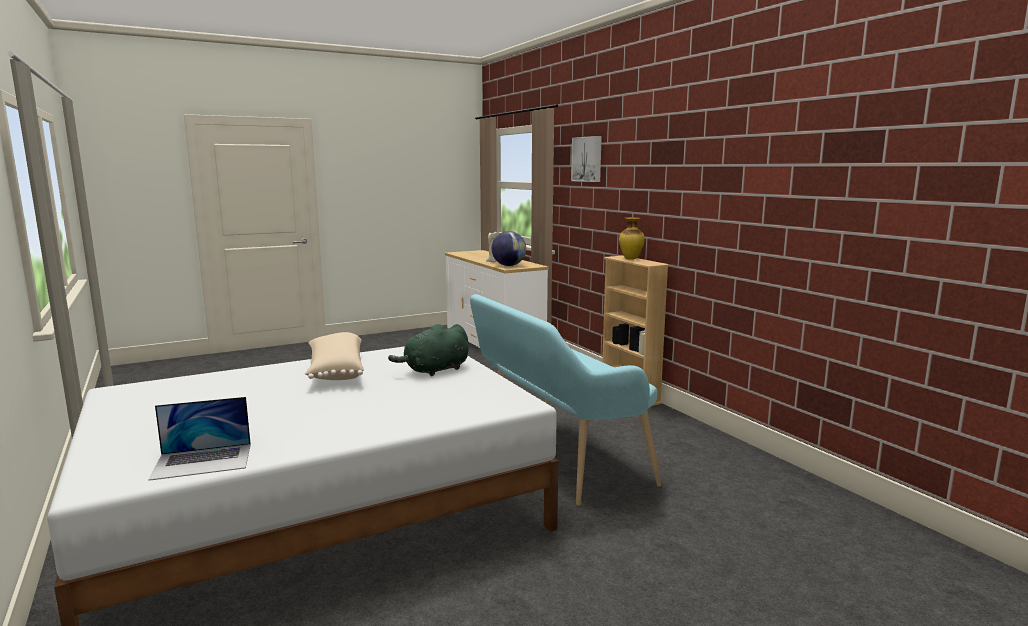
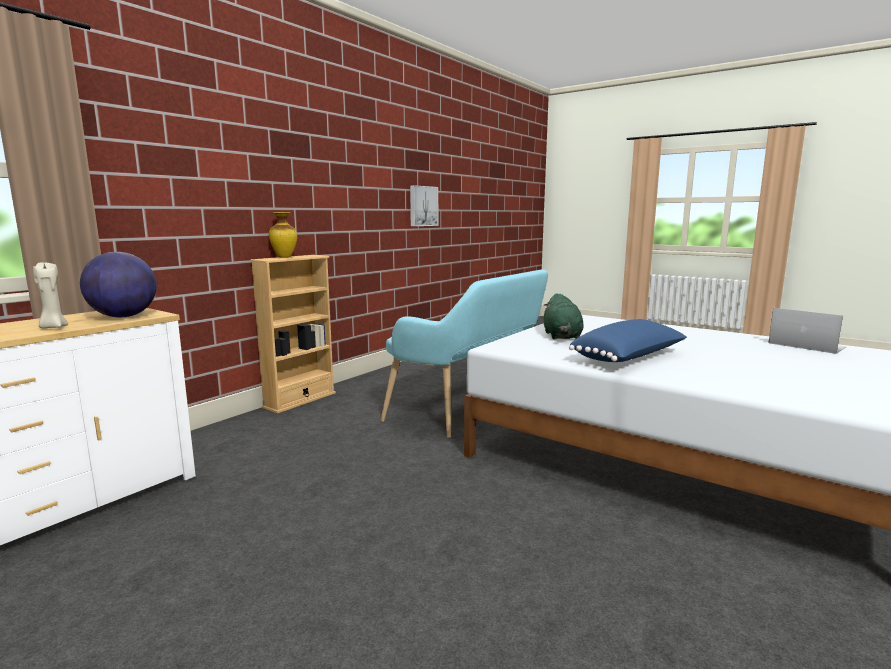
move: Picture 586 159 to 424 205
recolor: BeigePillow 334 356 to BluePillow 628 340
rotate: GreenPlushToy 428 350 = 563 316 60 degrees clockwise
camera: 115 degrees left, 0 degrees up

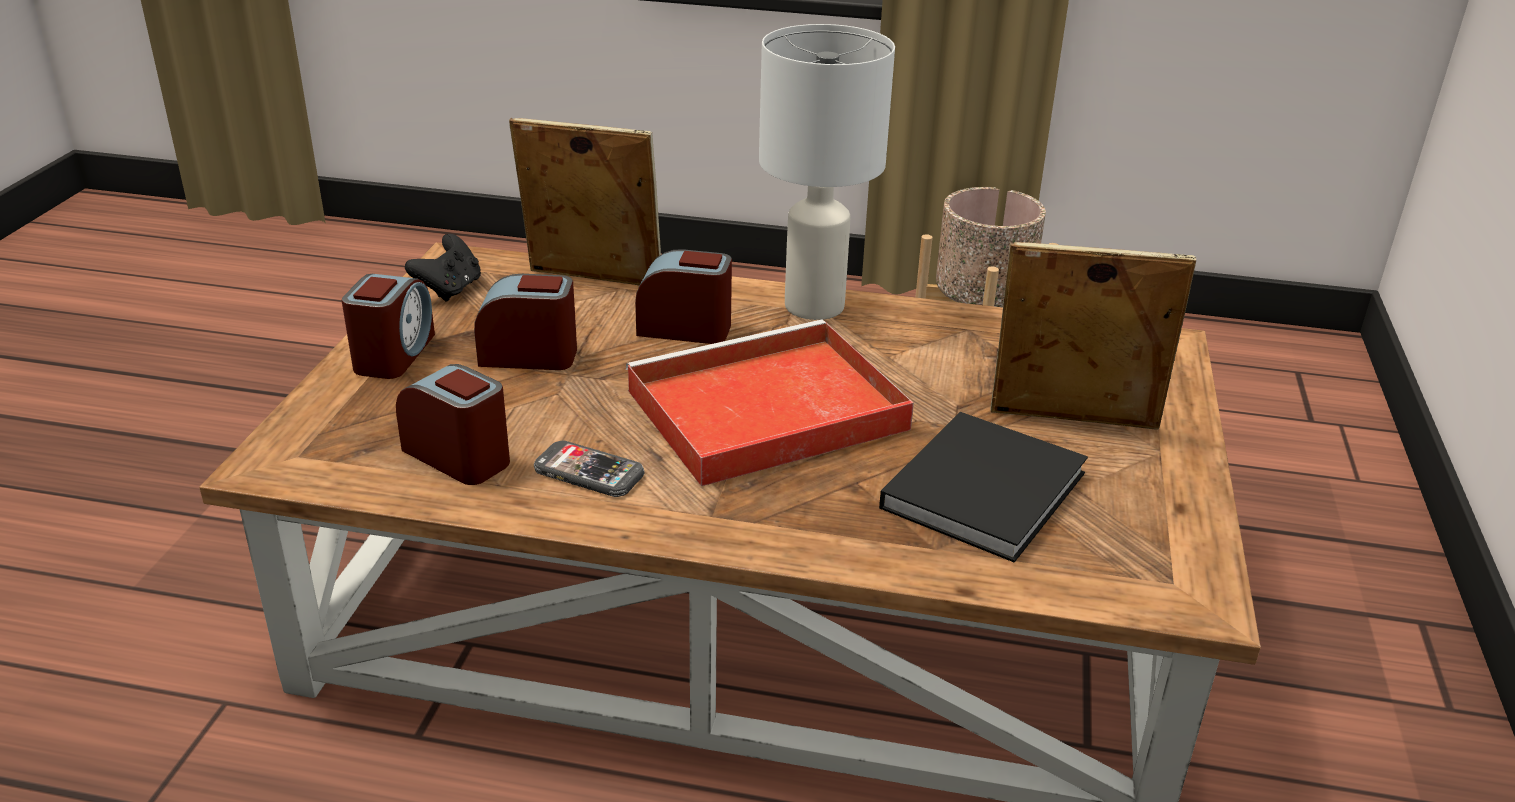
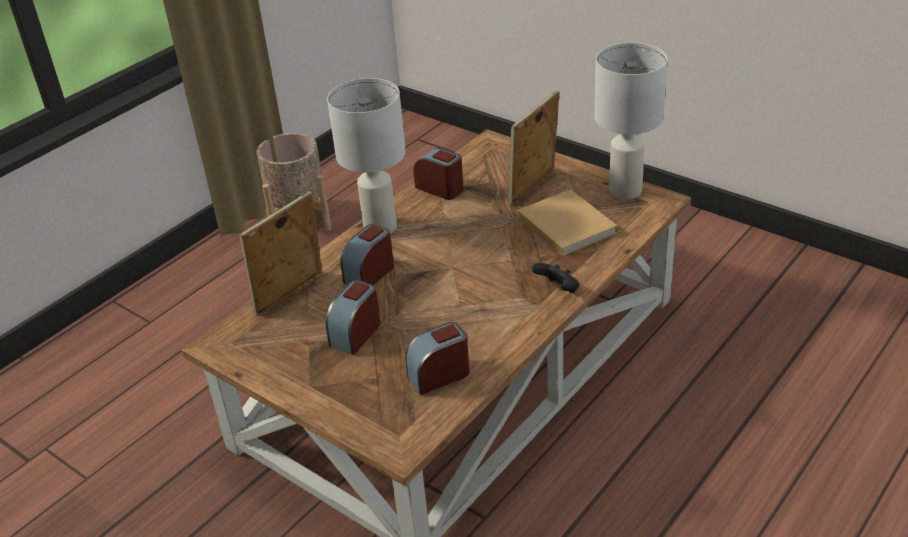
delete: Phone 589 469; RedTray 770 403
insert: WhiteTableLamp 631 121
move: AlarmClock 388 326 to 438 174; BlackGameController 443 267 to 555 278
recolor: BlackBook 983 487 to BeigeBook 567 222
camera: 60 degrees left, 5 degrees up

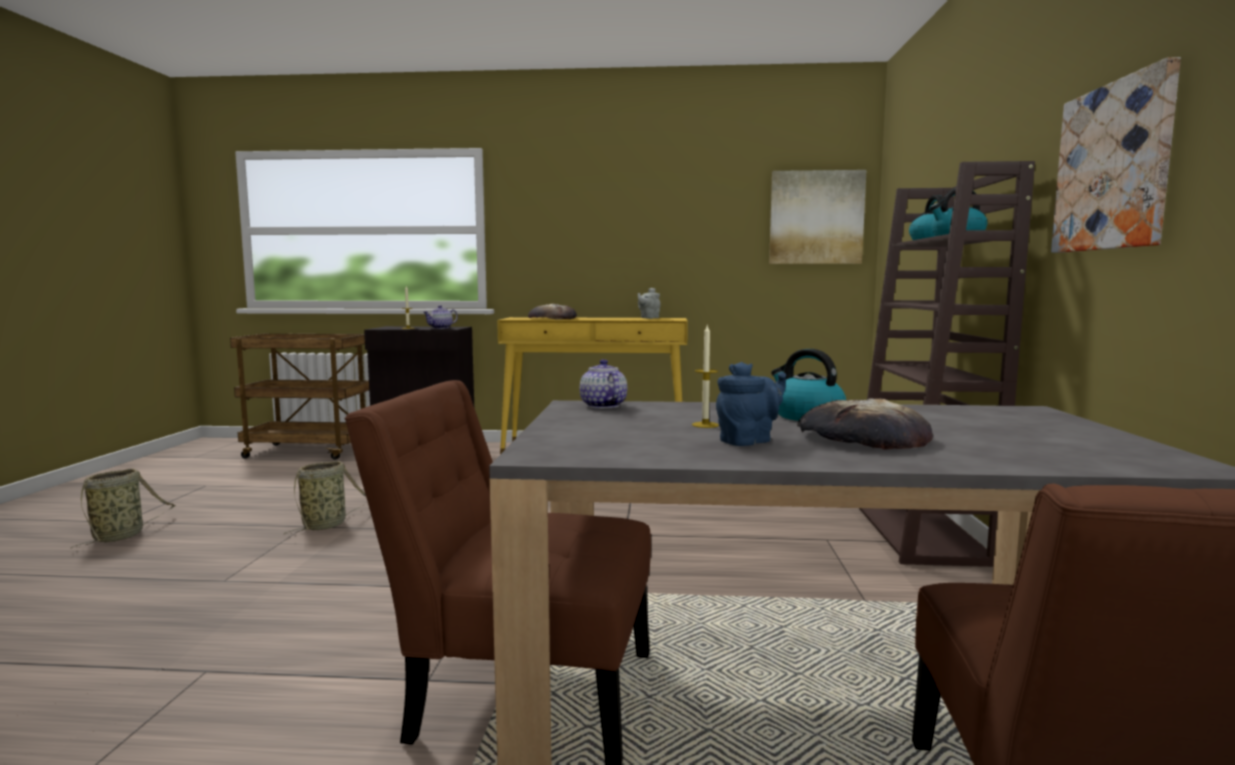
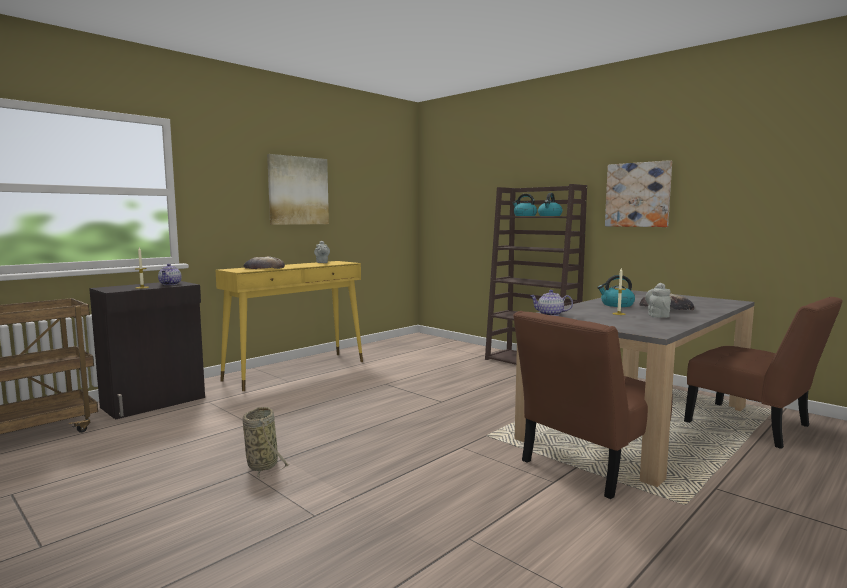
delete: Basket 123 509
move: Picture 817 217 to 298 189
recolor: BlueTeapot 751 404 to GreyTeapot 658 300
camera: 50 degrees left, 0 degrees up

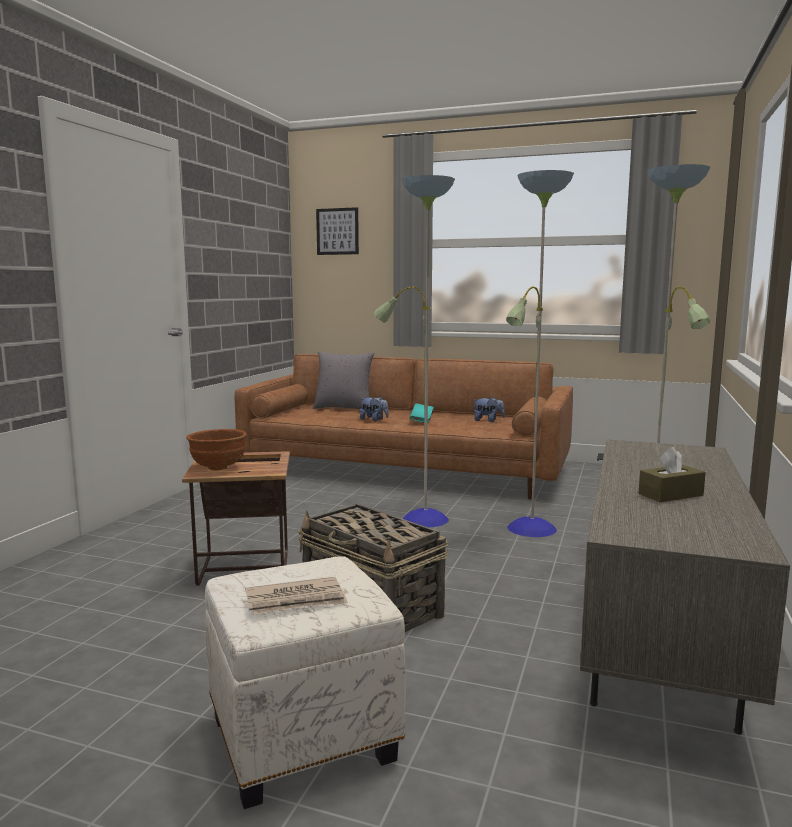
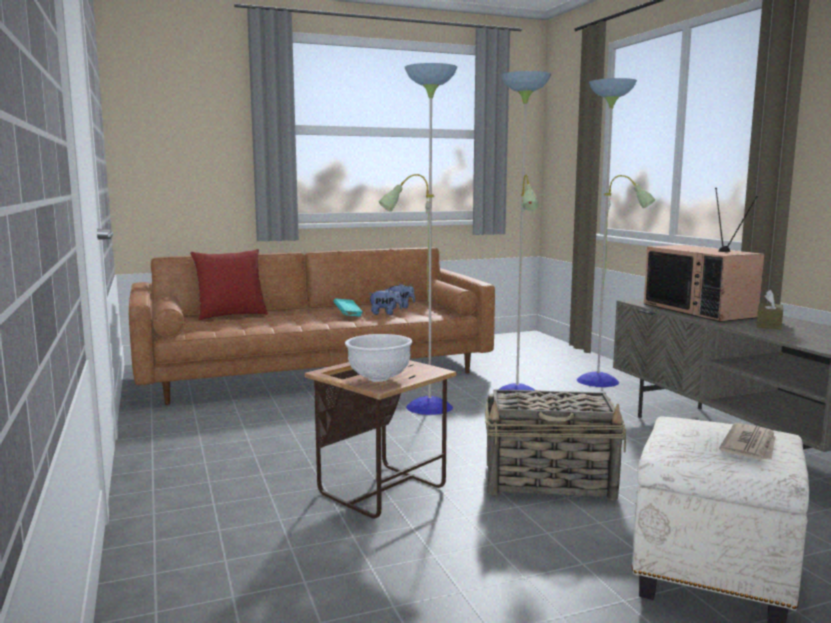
delete: Picture 337 231
insert: Television 704 255
move: PlushToy 374 409 to 385 302
recolor: GreyPillow 343 380 to RedPillow 229 284; BrownBowl 216 449 to WhiteBowl 378 358
camera: 40 degrees left, 0 degrees up

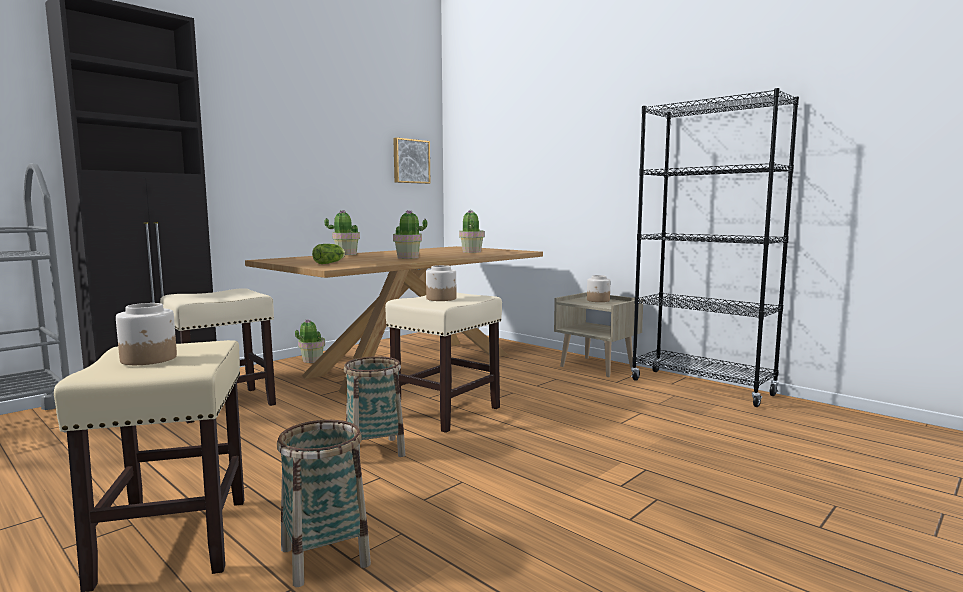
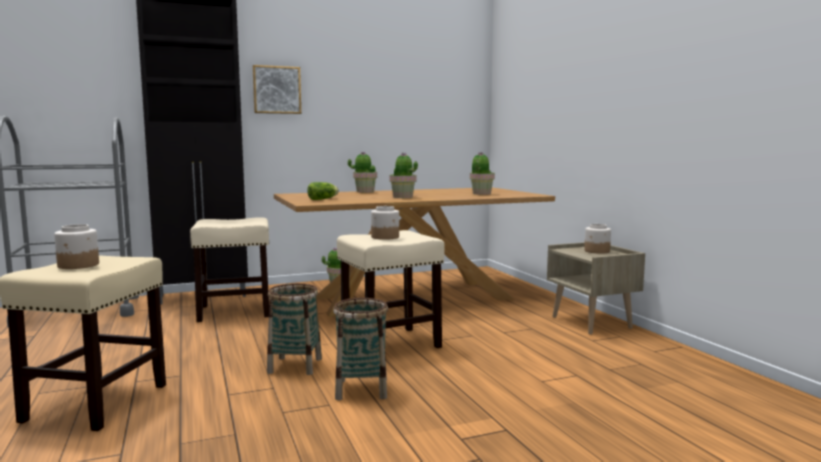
delete: BlackBookcase 715 247
move: Picture 411 161 to 276 89; Basket 324 503 to 360 349
camera: 25 degrees right, 0 degrees up

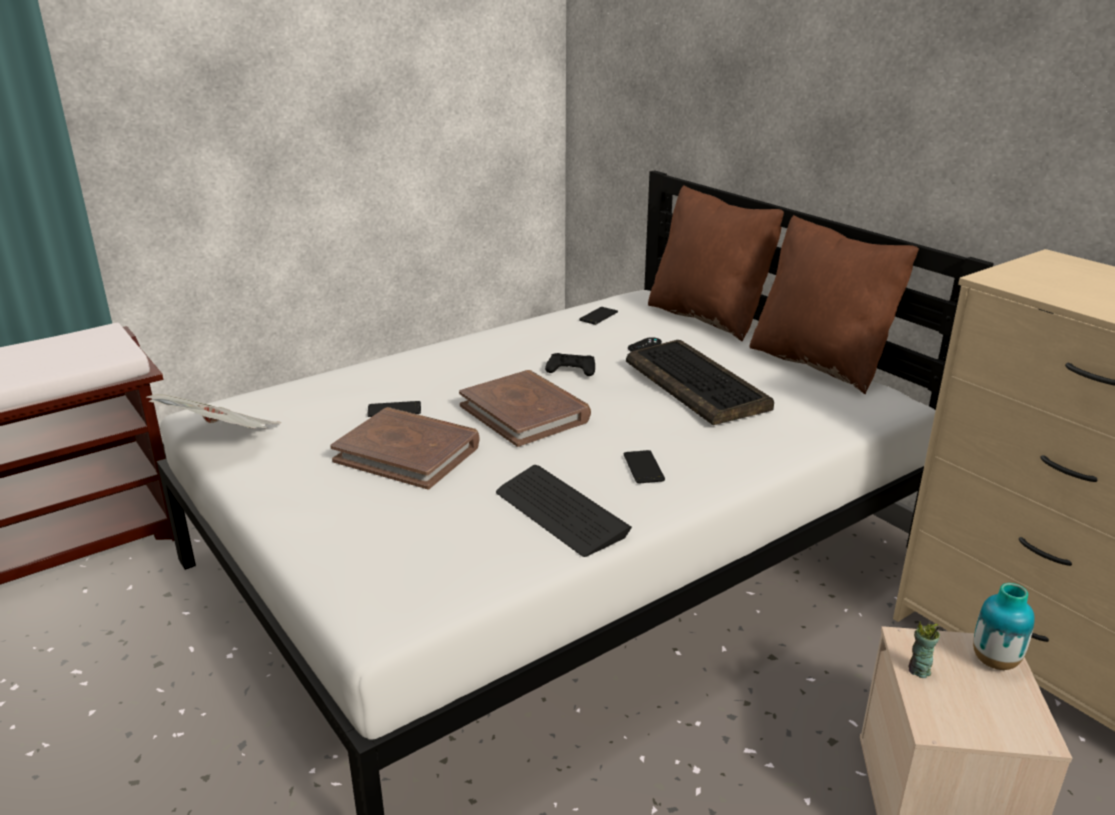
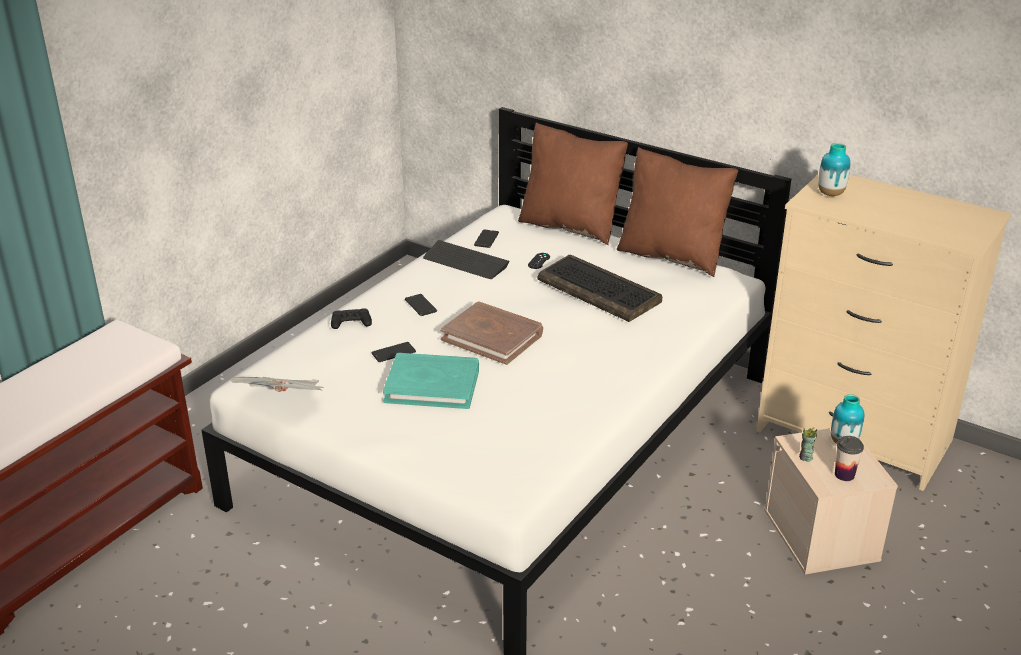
insert: Vase 834 169; Cup 849 458
move: BlackGameController 570 364 to 351 318; Phone 644 467 to 421 305; Keyboard 564 511 to 466 259
recolor: BrownBook 405 448 to TurquoiseBook 431 381
camera: 20 degrees left, 5 degrees up

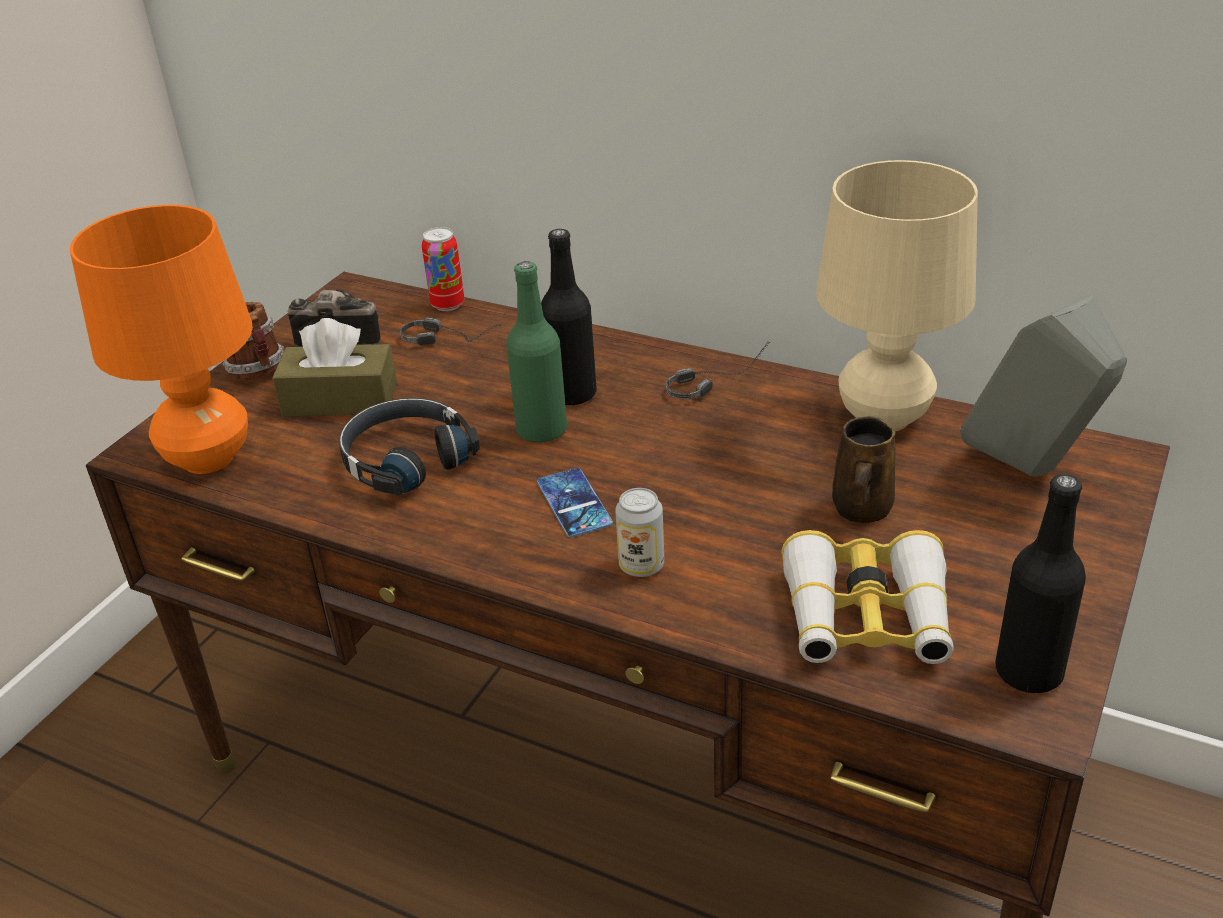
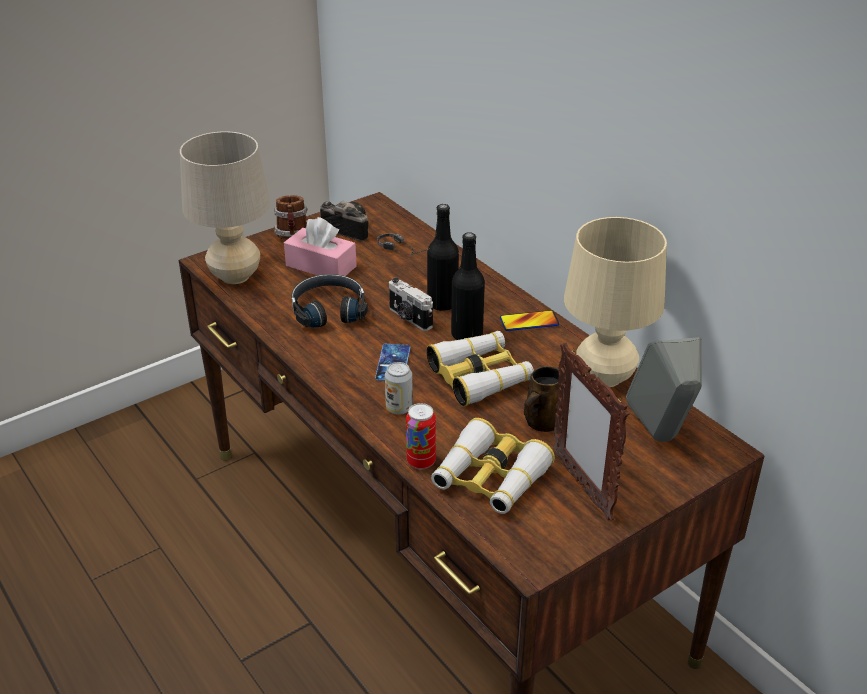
insert: Binoculars 480 369; PictureFrame 591 431
move: Can 443 269 to 421 436; BlackBottle 1040 583 to 468 286
replace: GreenBottle 536 352 to PhotoCamera 411 304; Headphones 718 370 to Phone 529 320
recolor: OrangeTableLamp 161 339 to BeigeTableLamp 225 208; BrownTissueBox 334 367 to PinkTissueBox 320 246
camera: 25 degrees right, 0 degrees up

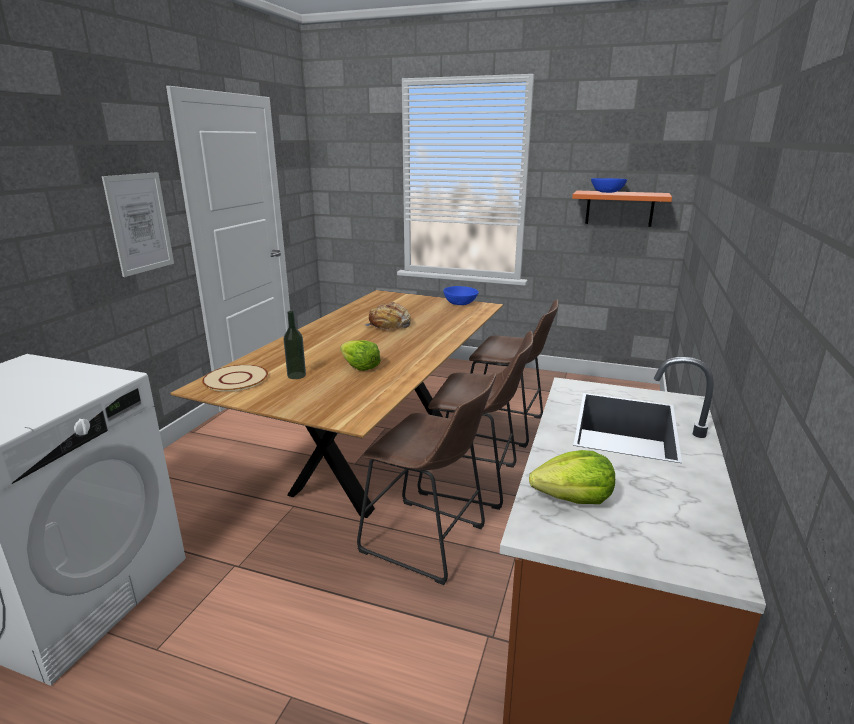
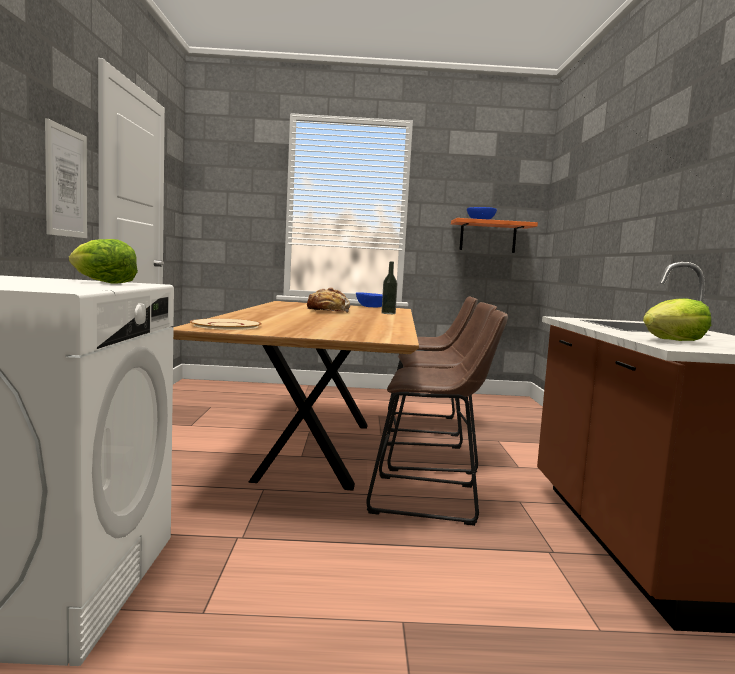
move: Lettuce 360 355 to 103 261; Bottle 295 345 to 389 287
camera: 20 degrees left, 15 degrees down

